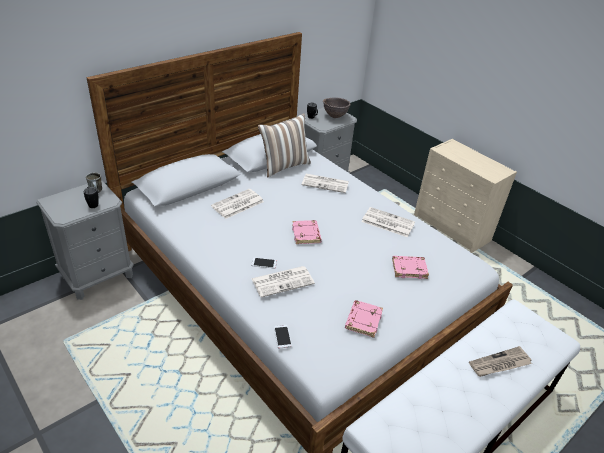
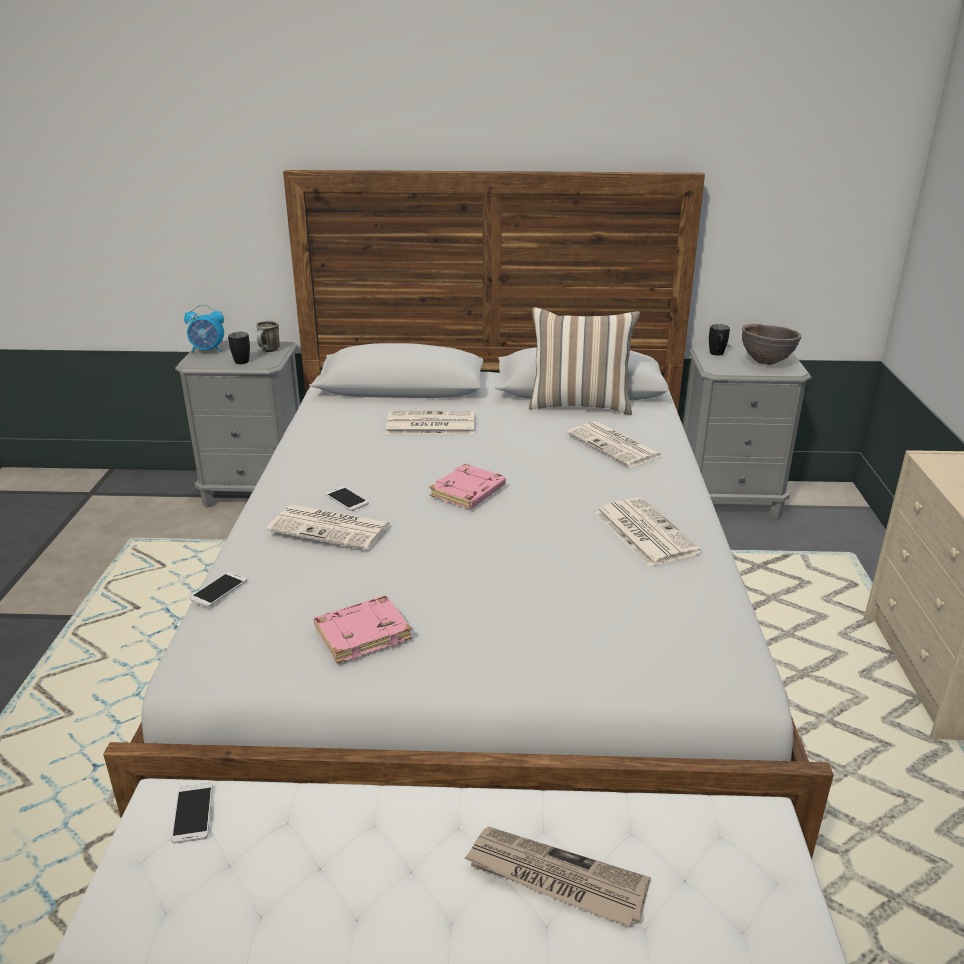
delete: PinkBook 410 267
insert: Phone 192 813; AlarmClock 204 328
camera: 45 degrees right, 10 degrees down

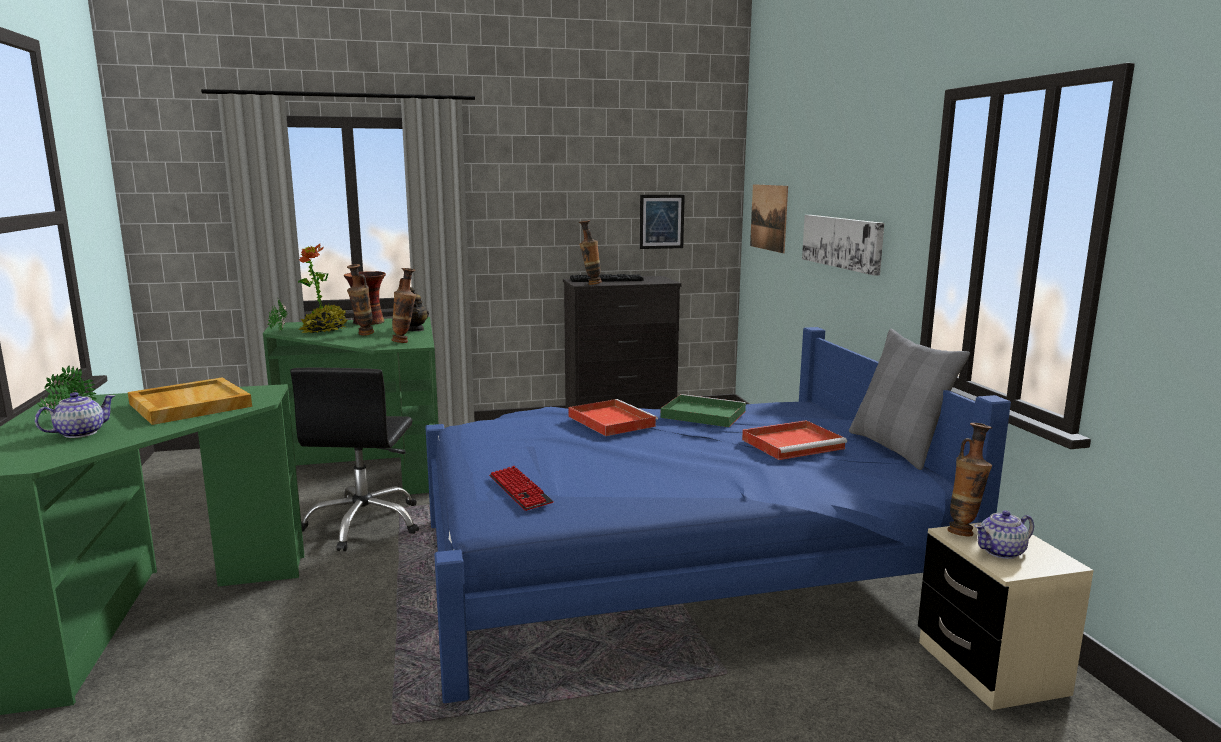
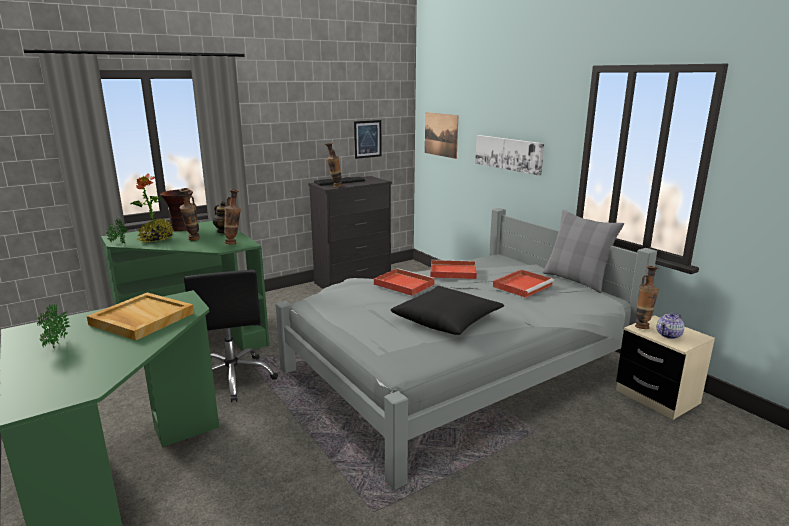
delete: Teapot 75 415; Keyboard 522 488
insert: BlackPillow 447 310
recolor: BlueBed 718 515 to GreyBed 466 349; GreenTray 703 410 to RedTray 453 269
camera: 20 degrees left, 5 degrees up

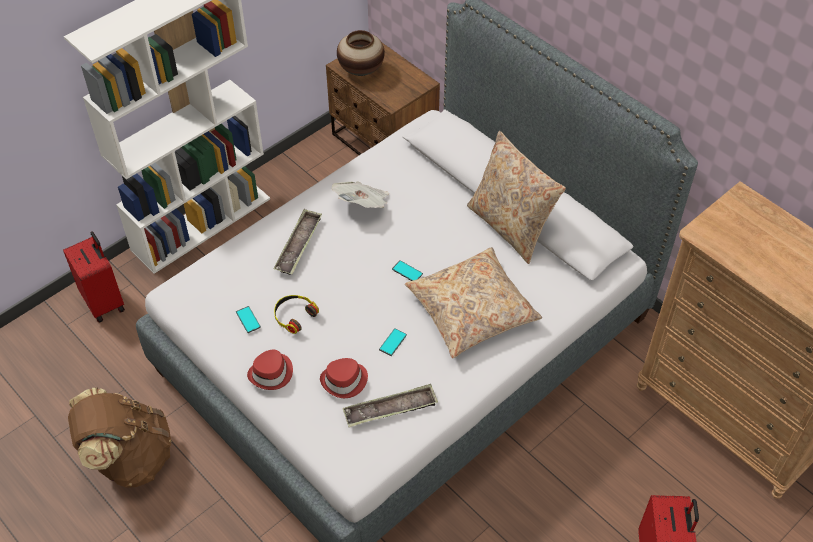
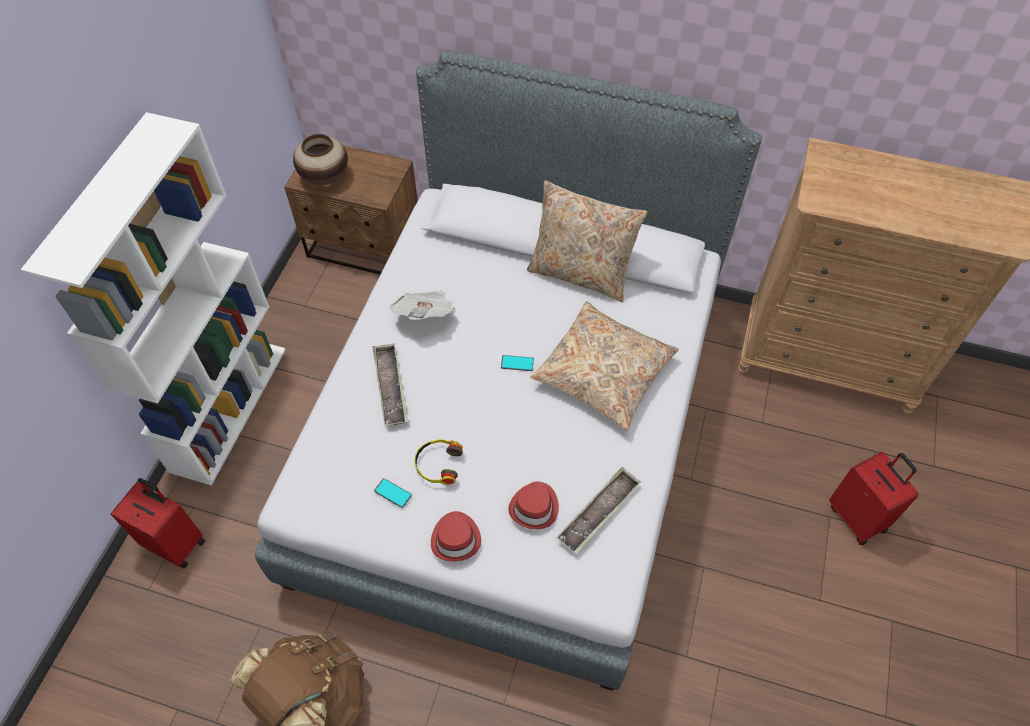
delete: Phone 393 342
camera: 30 degrees left, 5 degrees up

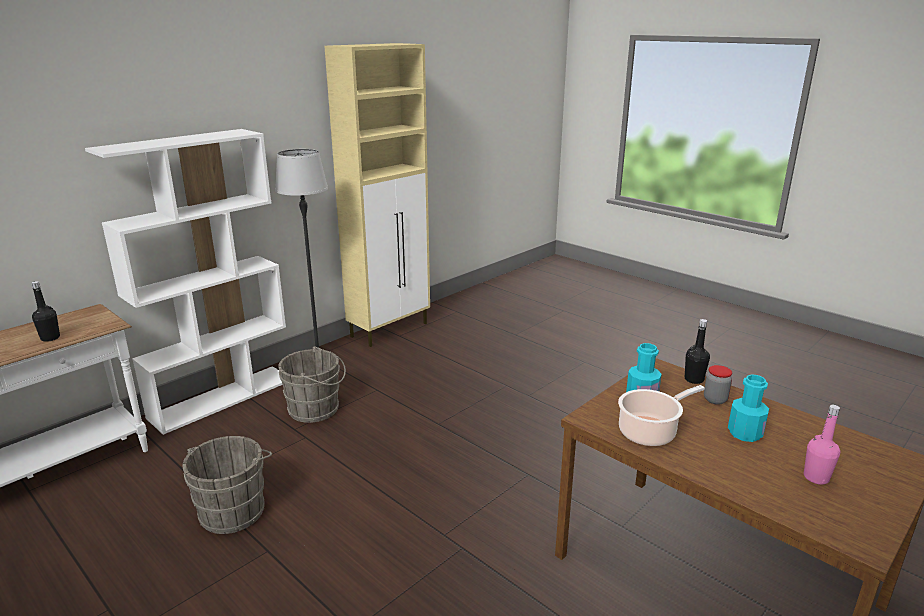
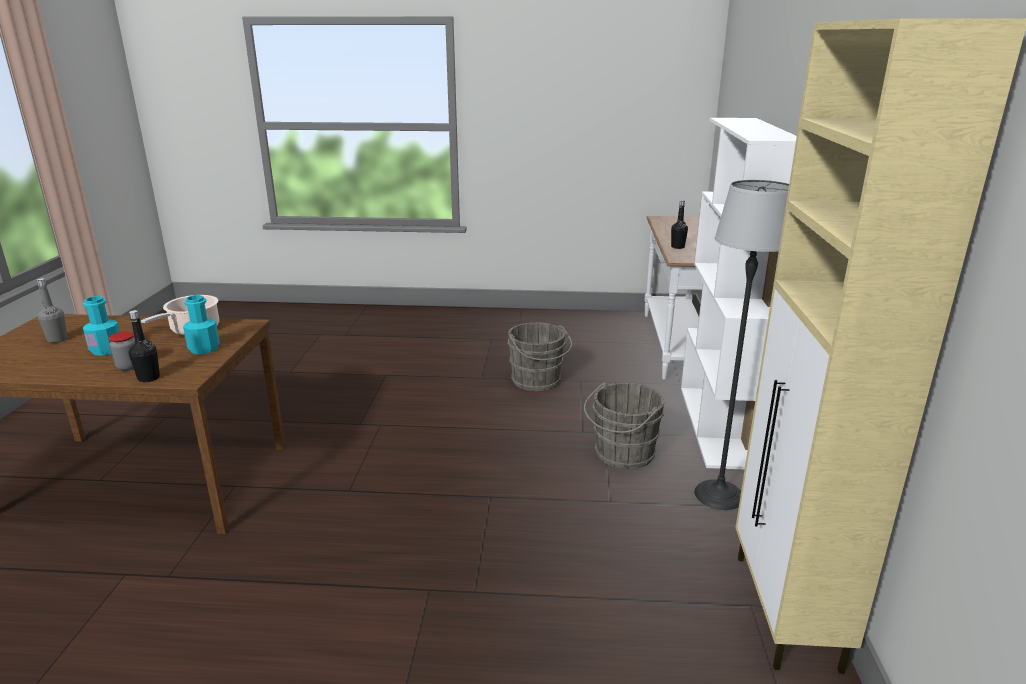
recolor: PinkBottle 822 445 to GreyBottle 52 310
camera: 140 degrees right, 0 degrees up

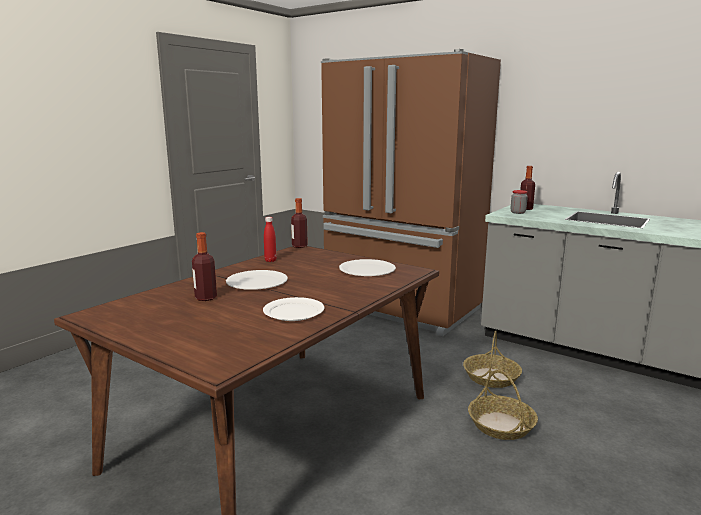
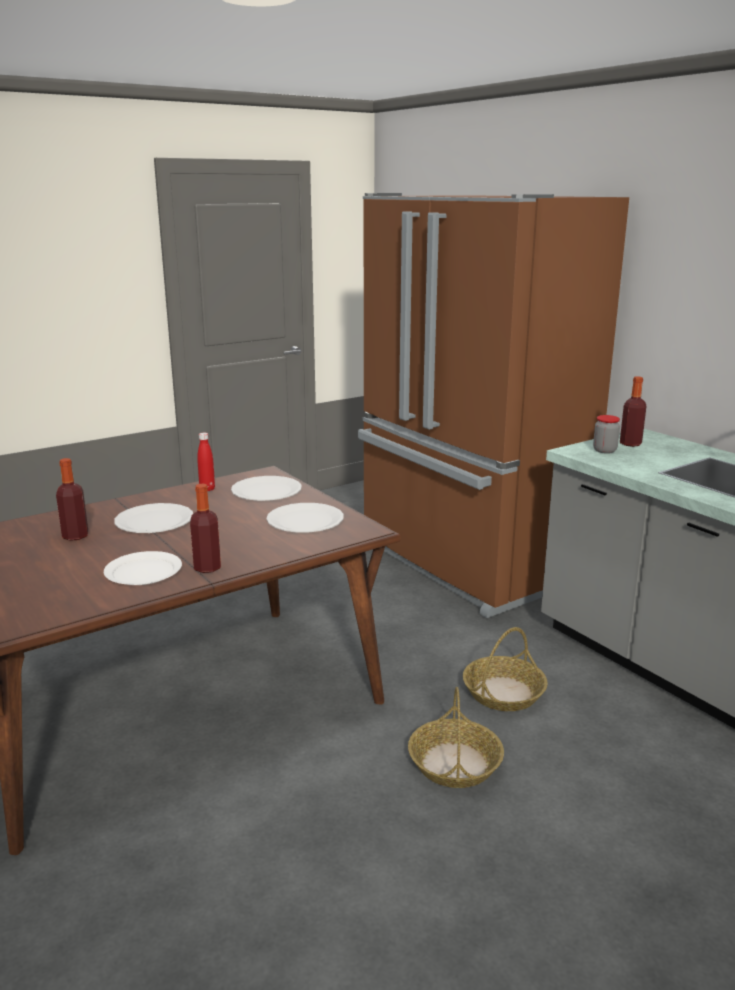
insert: WhitePlate 266 488
move: Bottle 299 223 to 205 528
camera: 20 degrees right, 5 degrees up

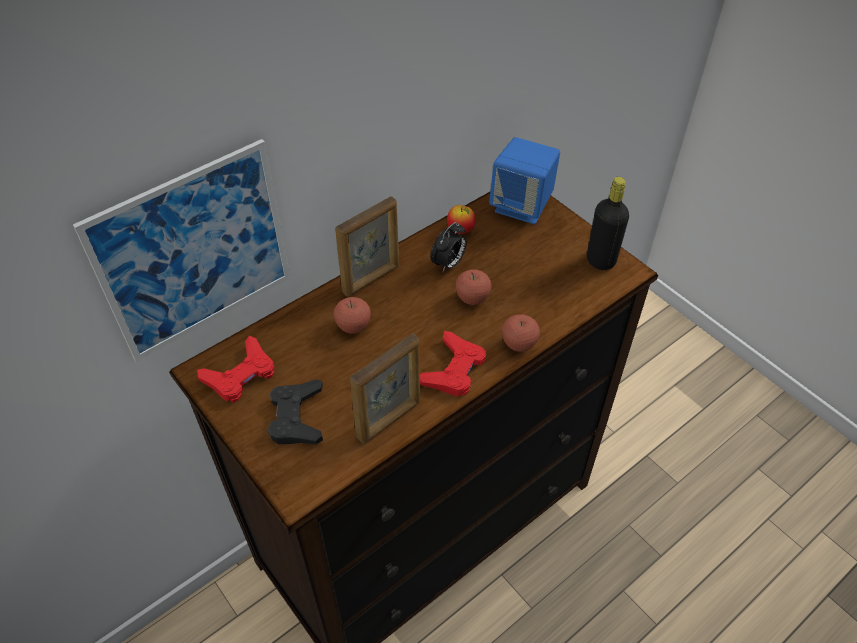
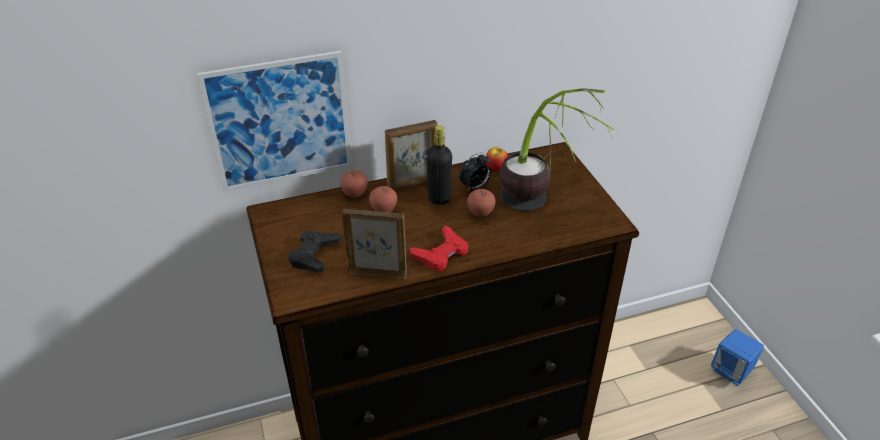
delete: RedGameController 236 369
insert: PottedPlant 557 149
move: Apple 521 333 to 354 184; BlackBottle 608 223 to 439 165; BlueSpeaker 524 180 to 737 357
rotate: PictureFrame 385 389 = 374 244 150 degrees counterclockwise
camera: 20 degrees right, 10 degrees down

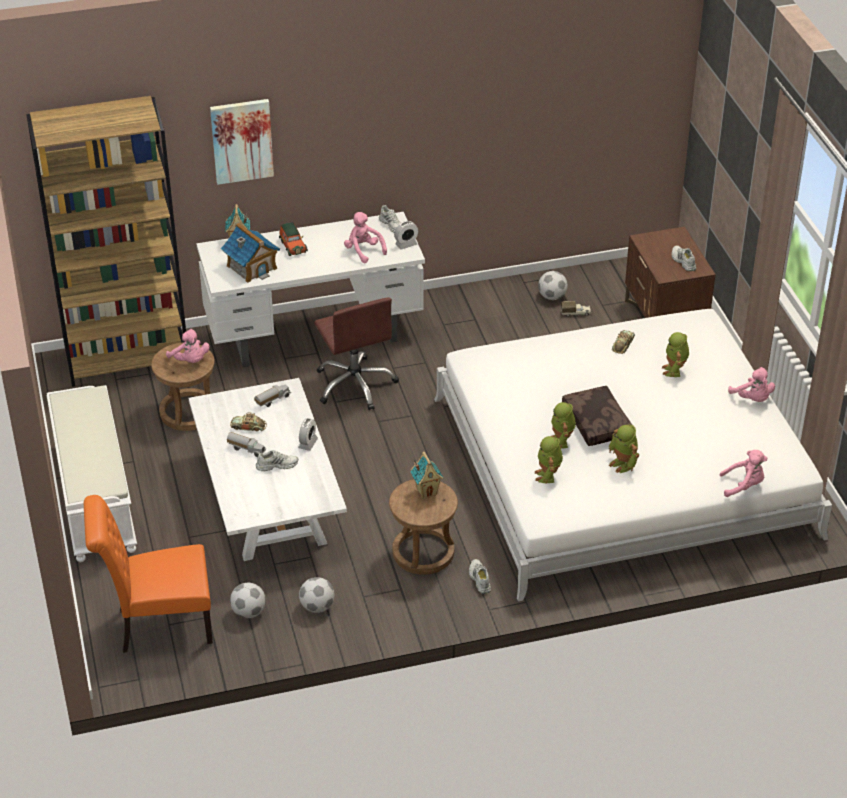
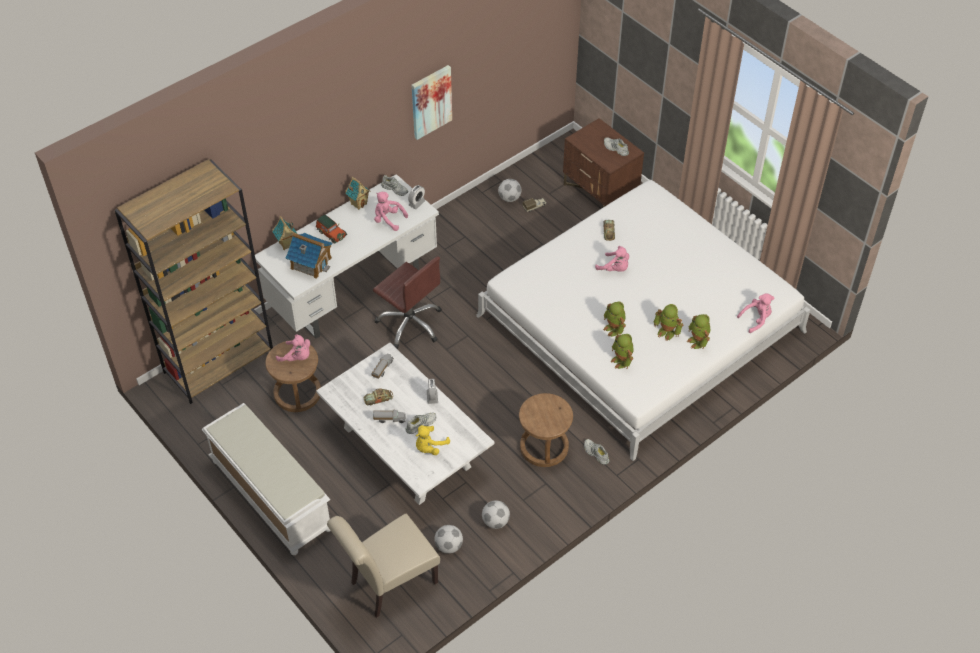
delete: BrownPillow 597 416
insert: YellowPlushToy 433 440
move: ToyHouse 426 475 to 357 193; Picture 242 142 to 432 102; PinkPlushToy 751 384 to 612 259; ToyRobot 675 354 to 698 331
recolor: OrangeChair 148 574 to BeigeChair 383 565
camera: 25 degrees left, 10 degrees up

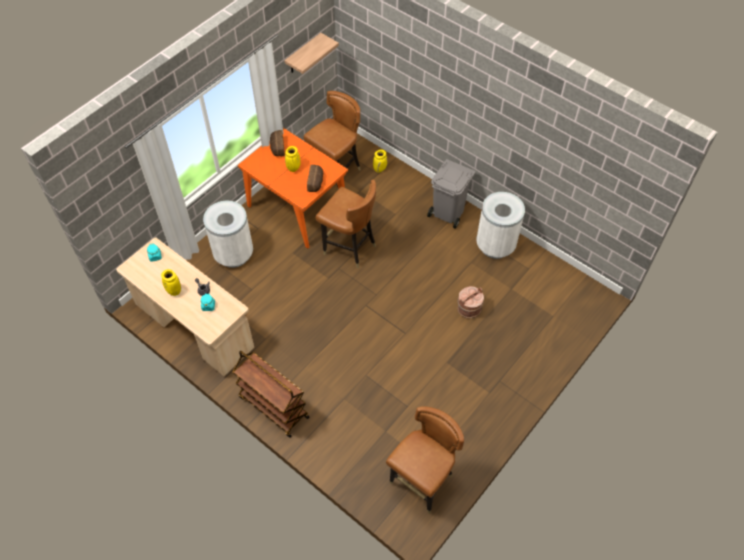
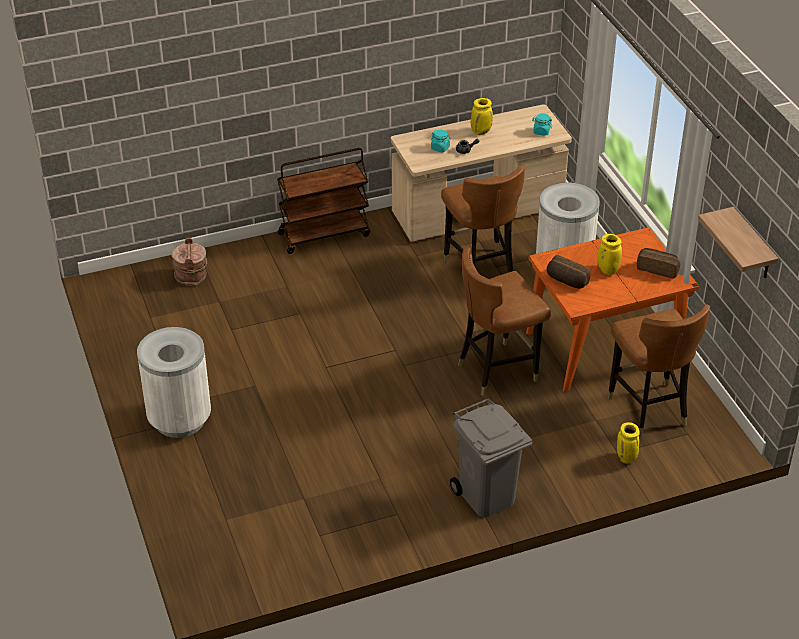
move: WhiteTrashCan 500 225 to 174 382; BrownBucket 470 302 to 189 262; BrownChair 425 460 to 483 219
camera: 120 degrees right, 15 degrees down

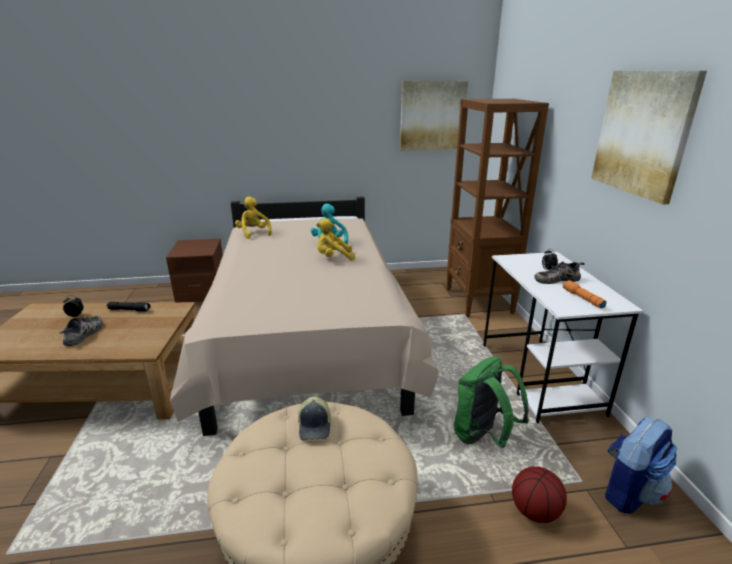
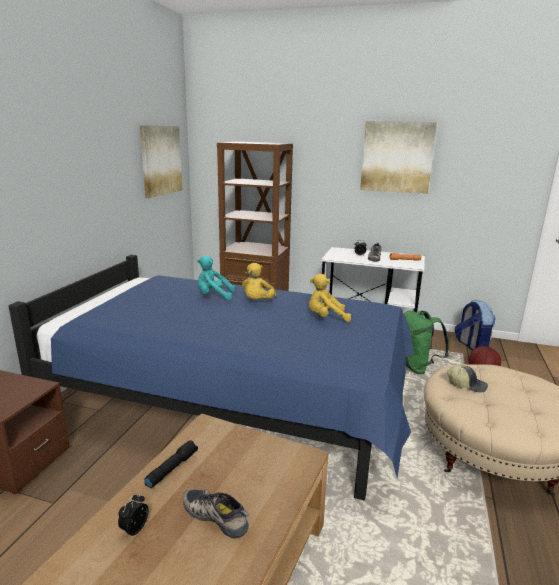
move: YellowPlushToy 253 218 to 330 298
recolor: BeigeBed 304 316 to BlueBed 211 377
camera: 65 degrees left, 5 degrees down

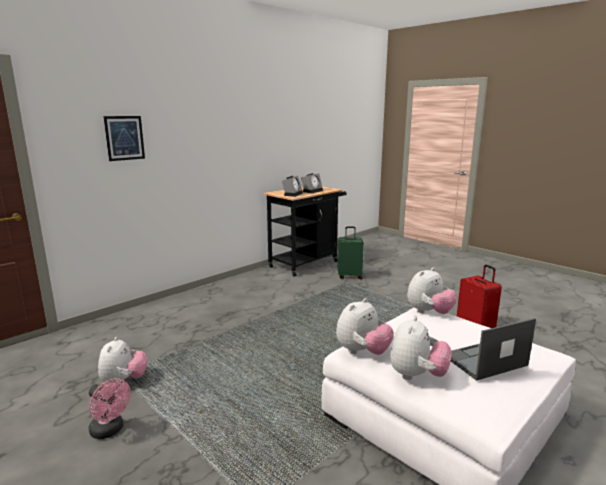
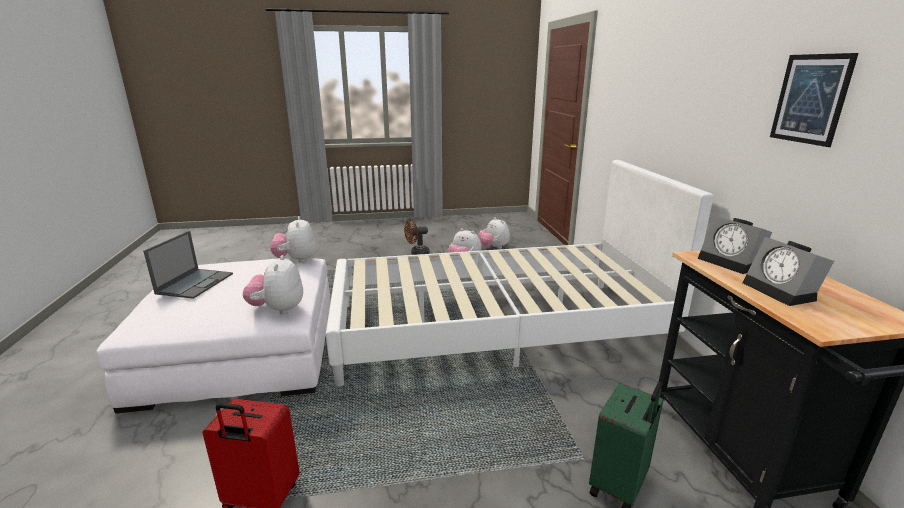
insert: WhiteBed 519 273
move: PlushToy 420 348 to 494 233; Picture 124 138 to 814 100
recolor: PinkFan 110 408 to BrownFan 417 237
camera: 125 degrees right, 5 degrees up

